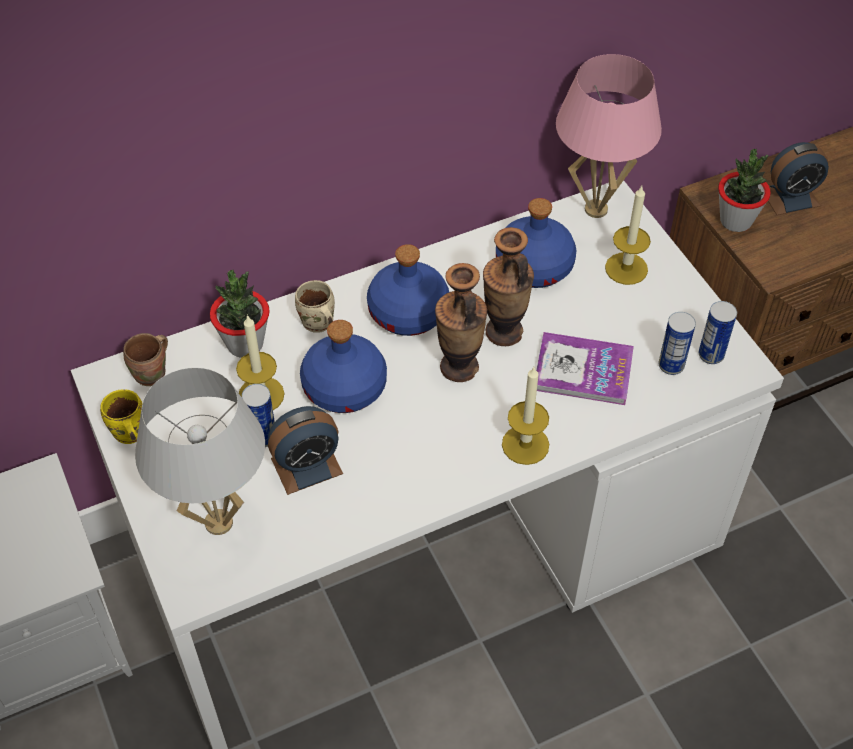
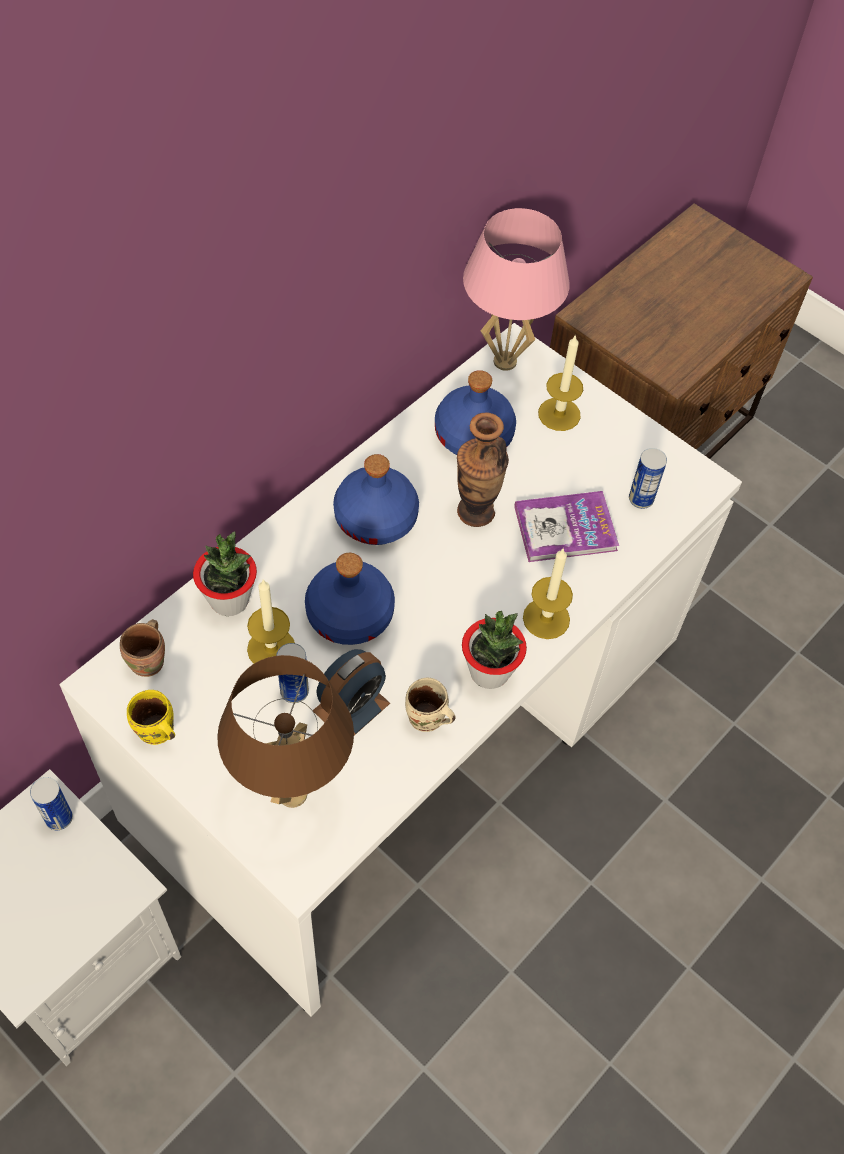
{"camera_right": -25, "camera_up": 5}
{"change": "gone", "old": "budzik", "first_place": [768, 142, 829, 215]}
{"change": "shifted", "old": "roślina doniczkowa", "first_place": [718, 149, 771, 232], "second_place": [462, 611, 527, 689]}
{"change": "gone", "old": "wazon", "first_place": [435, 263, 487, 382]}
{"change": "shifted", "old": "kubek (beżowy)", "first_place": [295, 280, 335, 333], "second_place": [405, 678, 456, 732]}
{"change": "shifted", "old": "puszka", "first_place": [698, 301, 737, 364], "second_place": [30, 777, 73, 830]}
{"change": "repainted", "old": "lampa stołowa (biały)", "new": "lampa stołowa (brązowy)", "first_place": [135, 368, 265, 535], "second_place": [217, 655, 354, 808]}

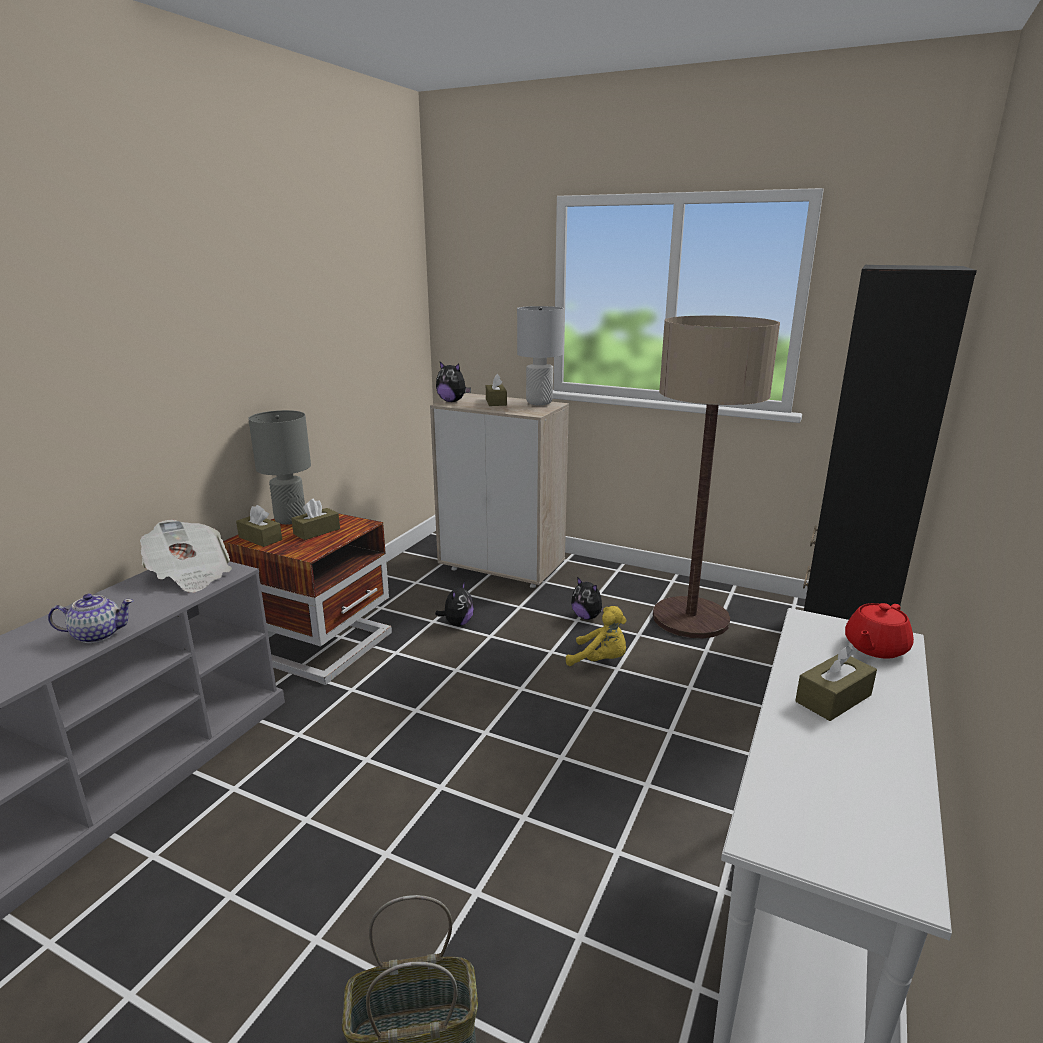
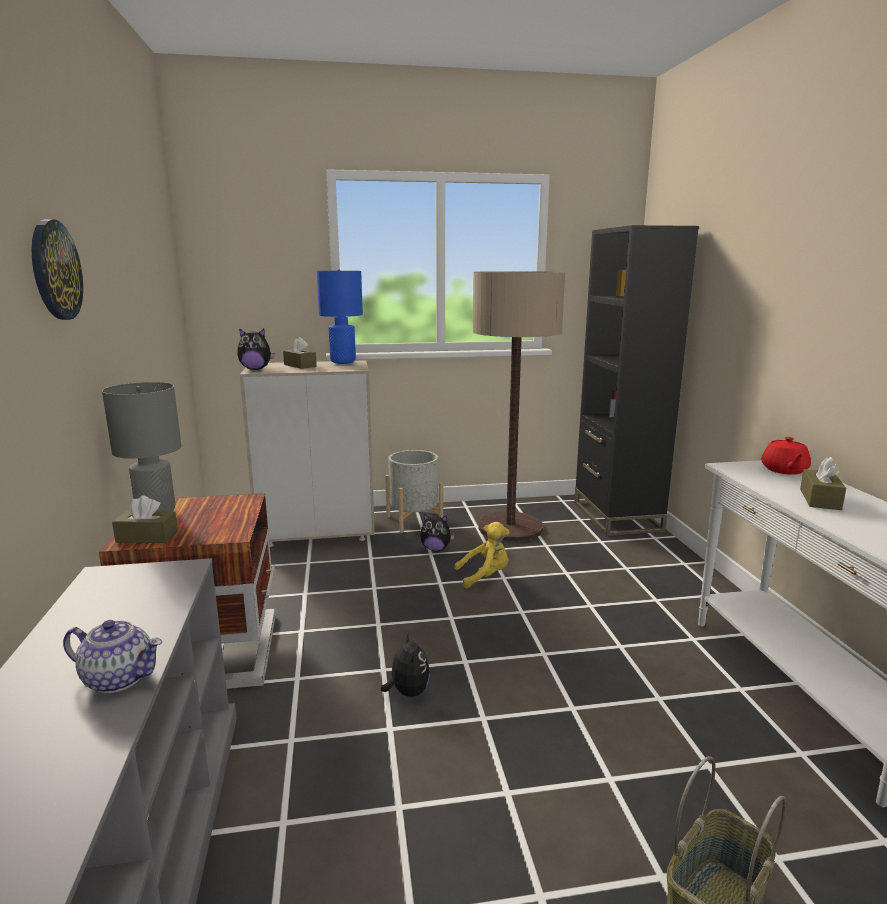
{"camera_right": -35, "camera_up": -5}
{"change": "repainted", "old": "lampa stołowa (szary)", "new": "lampa stołowa (niebieski)", "first_place": [517, 306, 564, 405], "second_place": [316, 269, 363, 364]}
{"change": "gone", "old": "pudełko chusteczek (brązowy)", "first_place": [291, 498, 340, 540]}
{"change": "gone", "old": "gazeta", "first_place": [140, 520, 232, 592]}
{"change": "shifted", "old": "pluszak", "first_place": [435, 582, 474, 626], "second_place": [381, 632, 430, 697]}
{"change": "rotated", "old": "imbryk", "first_place": [48, 594, 134, 643], "second_place": [63, 620, 162, 693], "degrees": 60}
{"change": "new", "new": "zegar ścienny", "second_place": [32, 219, 83, 320]}
{"change": "new", "new": "donica (szary)", "second_place": [385, 450, 443, 533]}

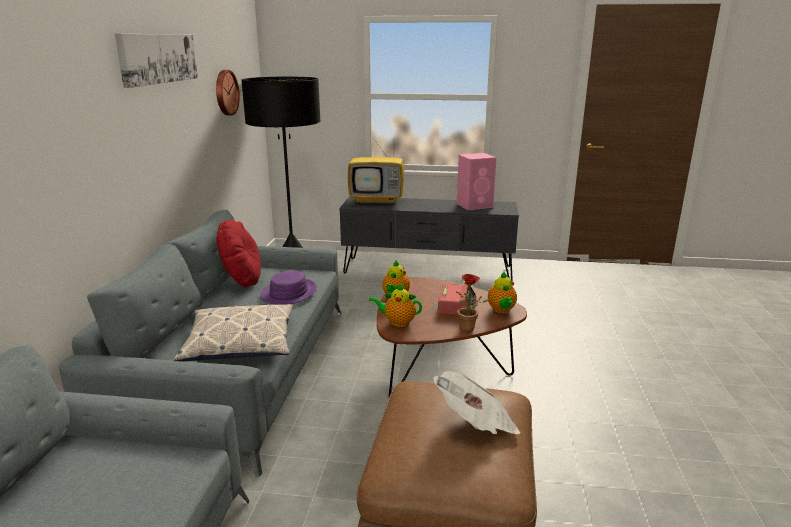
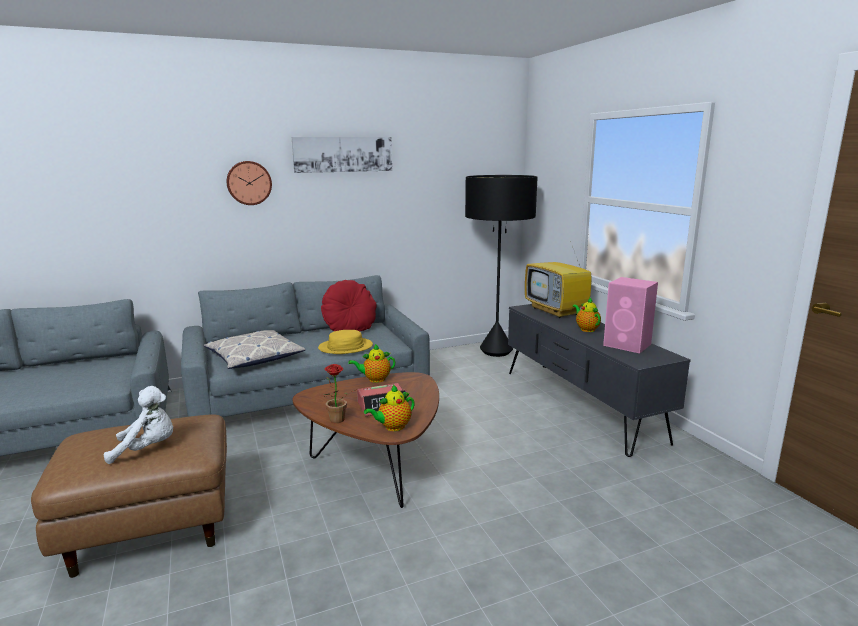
{"camera_right": 60, "camera_up": -5}
{"change": "shifted", "old": "zegar ścienny", "first_place": [216, 70, 240, 116], "second_place": [226, 161, 272, 205]}
{"change": "repainted", "old": "kapelusz (fioletowy)", "new": "kapelusz (żółty)", "first_place": [260, 270, 317, 305], "second_place": [318, 330, 373, 354]}
{"change": "shifted", "old": "imbryk", "first_place": [369, 283, 422, 327], "second_place": [573, 298, 601, 332]}
{"change": "swapped", "old": "gazeta", "new": "pluszak (biały)", "first_place": [433, 371, 520, 434], "second_place": [103, 386, 173, 464]}

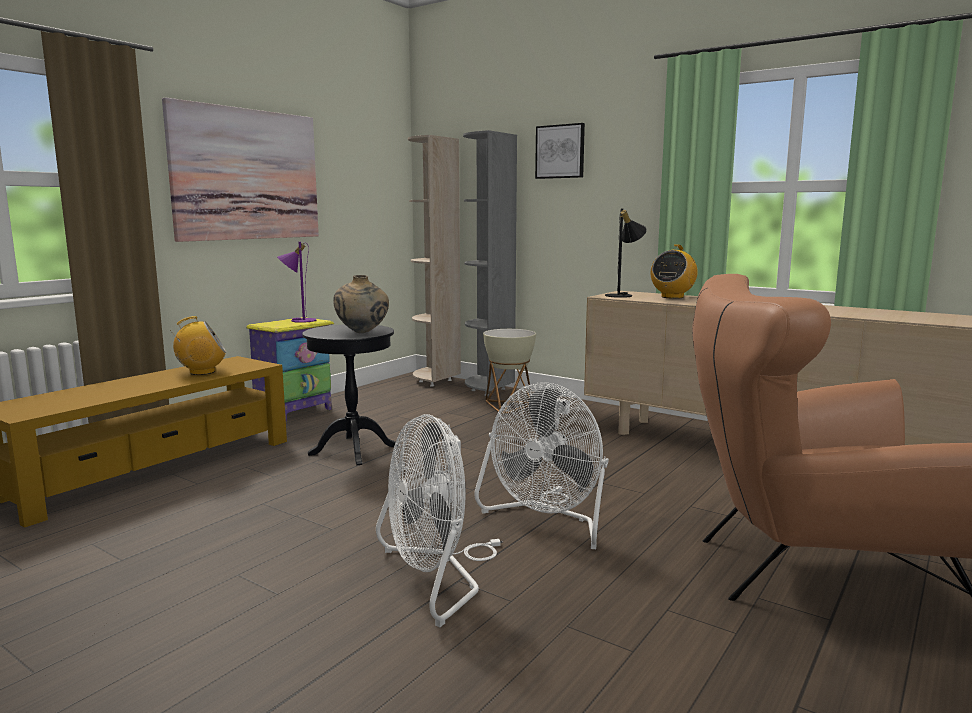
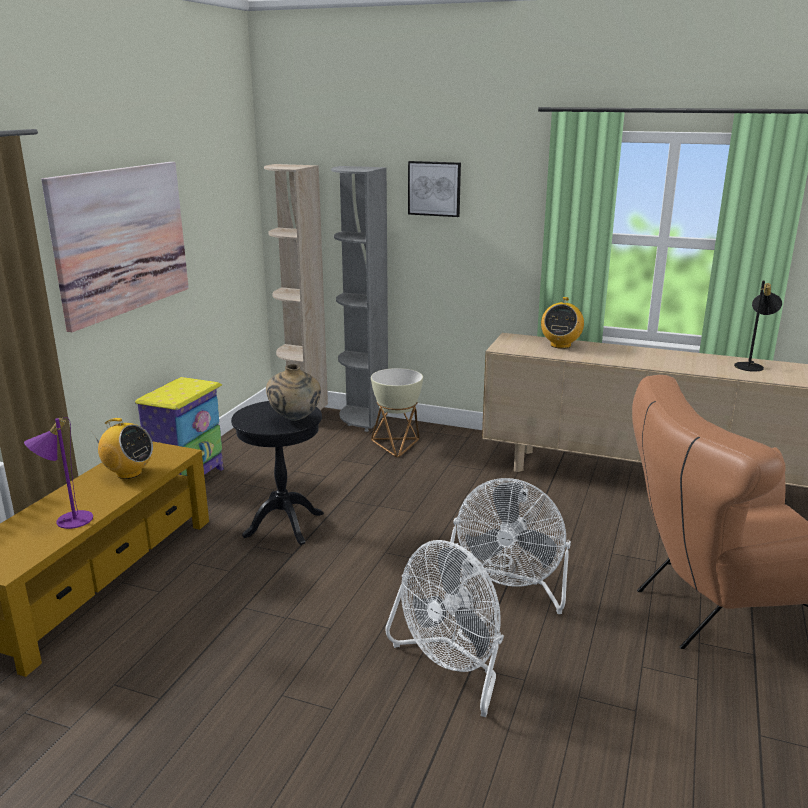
{"camera_right": -15, "camera_up": 10}
{"change": "shifted", "old": "lampa stołowa (czarny)", "first_place": [605, 209, 647, 298], "second_place": [734, 281, 782, 372]}
{"change": "shifted", "old": "lampa stołowa (fioletowy)", "first_place": [277, 242, 317, 323], "second_place": [24, 417, 93, 529]}
{"change": "rotated", "old": "radio", "first_place": [170, 316, 226, 375], "second_place": [93, 418, 153, 479], "degrees": 60}

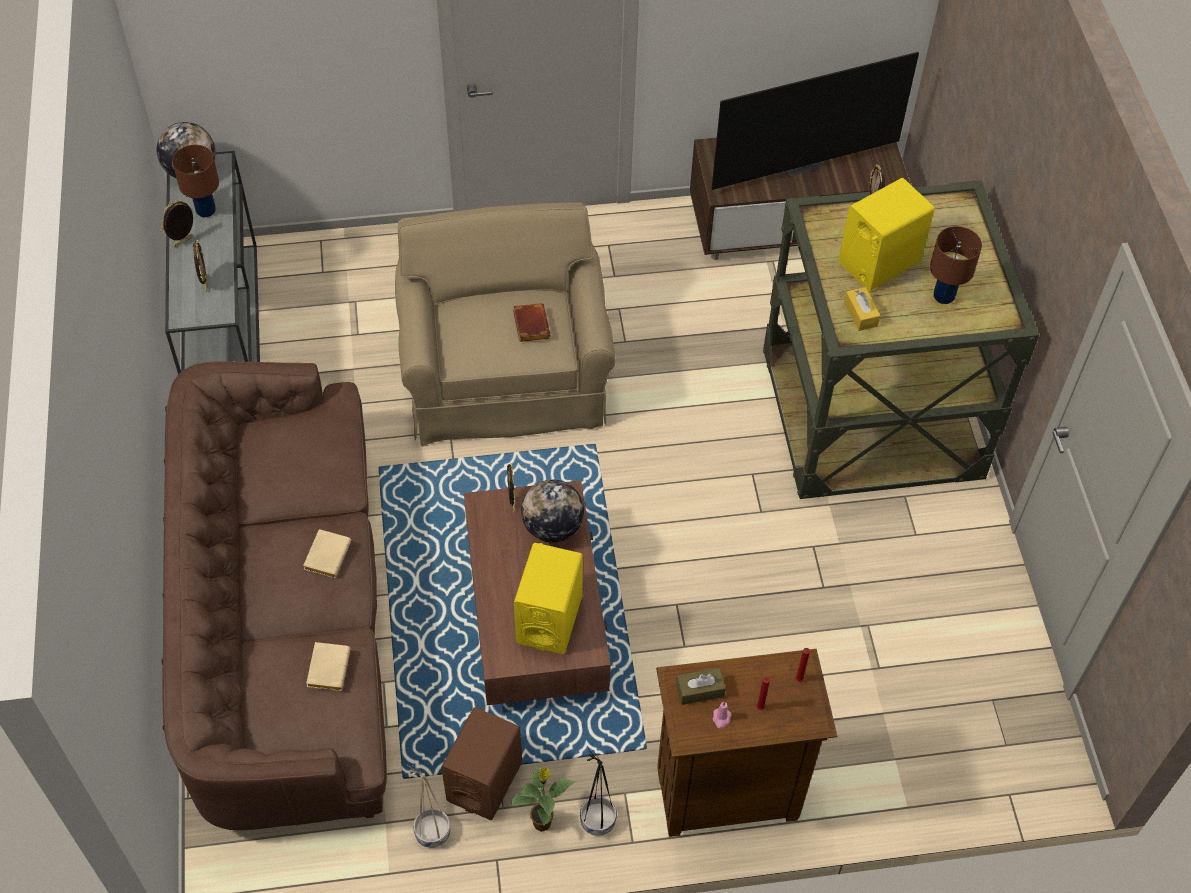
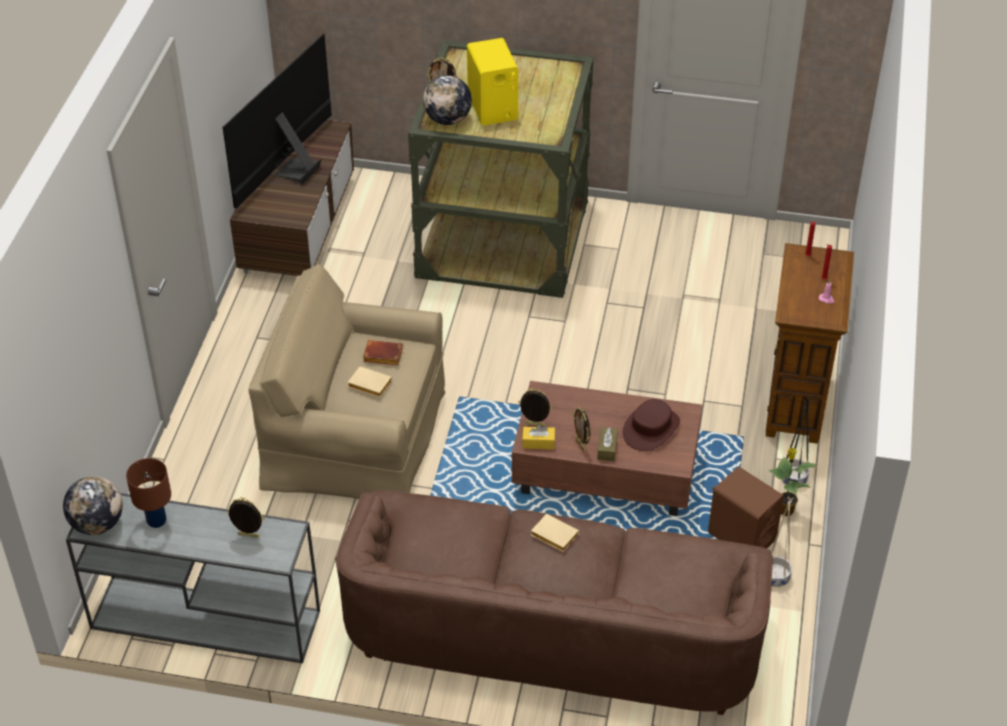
{"camera_right": -70, "camera_up": -10}
{"change": "rotated", "old": "telewizor", "first_place": [712, 52, 919, 190], "second_place": [223, 34, 332, 209], "degrees": -150}
{"change": "shifted", "old": "ramka na zdjęcie", "first_place": [161, 200, 194, 247], "second_place": [573, 407, 590, 452]}
{"change": "gone", "old": "lampa stołowa (brązowy)", "first_place": [930, 226, 982, 304]}
{"change": "shifted", "old": "pudełko chusteczek (żółty)", "first_place": [844, 287, 880, 331], "second_place": [522, 425, 555, 449]}
{"change": "shifted", "old": "globus", "first_place": [521, 480, 584, 543], "second_place": [423, 75, 472, 125]}
{"change": "swapped", "old": "głośnik (żółty)", "new": "kapelusz (brązowy)", "first_place": [514, 543, 583, 654], "second_place": [623, 399, 680, 451]}
{"change": "shifted", "old": "książka (beżowy)", "first_place": [306, 642, 350, 691], "second_place": [347, 366, 392, 397]}
{"change": "shifted", "old": "pudełko chusteczek (brązowy)", "first_place": [676, 668, 726, 705], "second_place": [597, 427, 618, 461]}

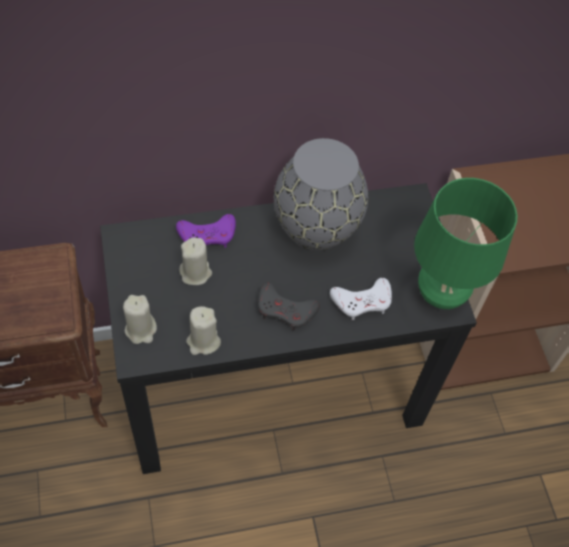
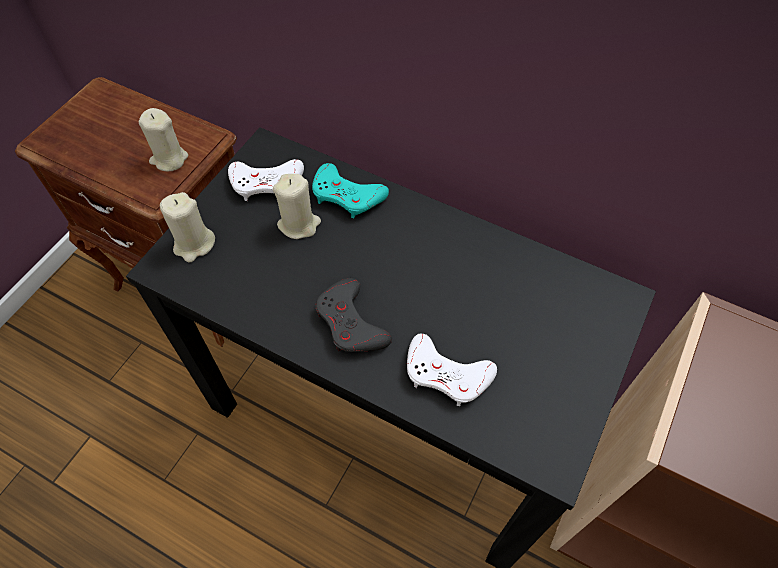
{"camera_right": 45, "camera_up": 0}
{"change": "gone", "old": "wazon (szary)", "first_place": [274, 138, 368, 251]}
{"change": "gone", "old": "lampa stołowa (zielony)", "first_place": [414, 178, 517, 309]}
{"change": "repainted", "old": "pad do gier (fioletowy)", "new": "pad do gier (turkusowy)", "first_place": [176, 214, 236, 248], "second_place": [312, 163, 389, 218]}
{"change": "shifted", "old": "świeca (beżowy)", "first_place": [186, 306, 221, 355], "second_place": [138, 108, 188, 172]}
{"change": "new", "new": "pad do gier (biały)", "second_place": [228, 159, 304, 201]}

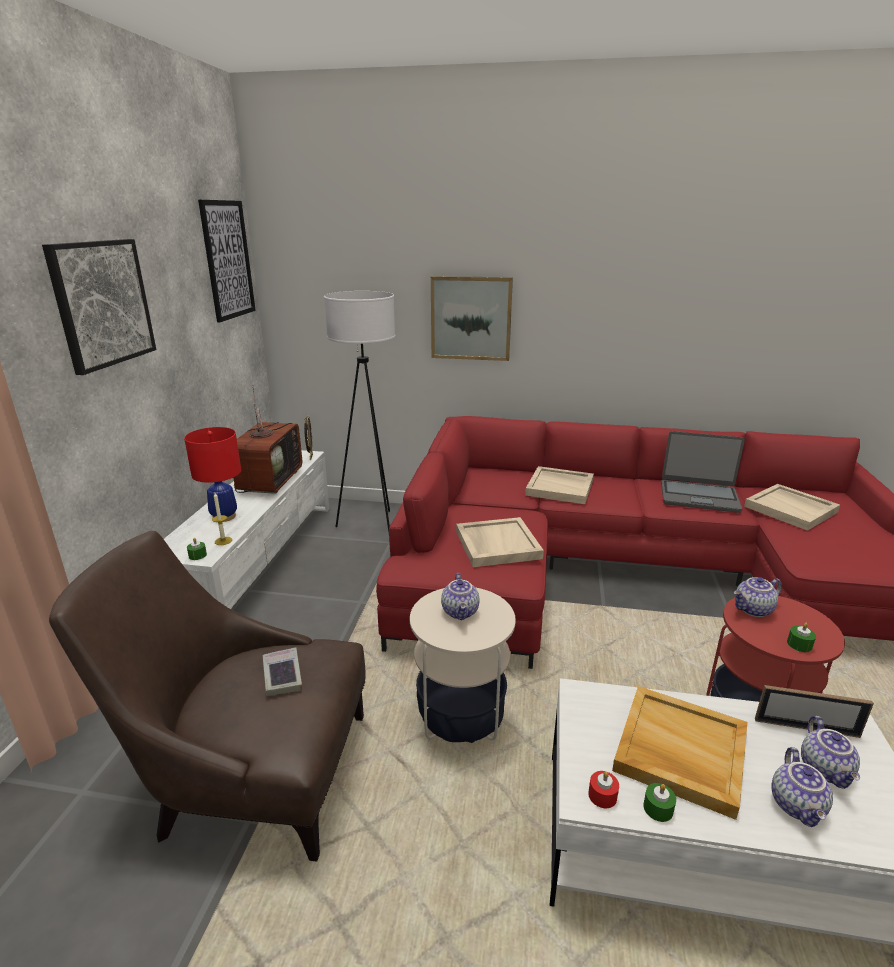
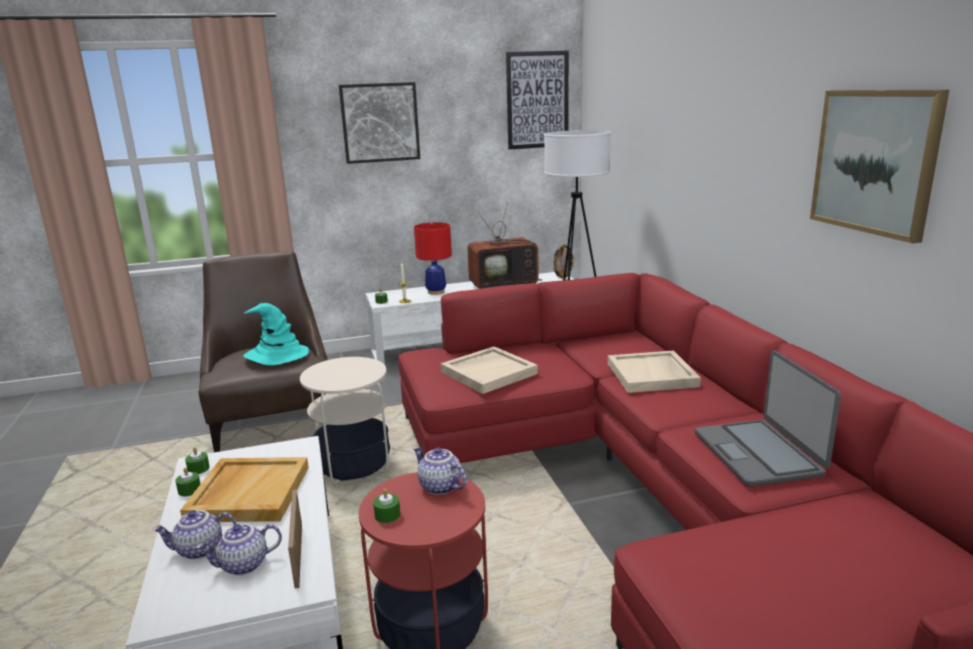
{"camera_right": 65, "camera_up": -5}
{"change": "shifted", "old": "obraz", "first_place": [431, 276, 513, 361], "second_place": [810, 90, 949, 243]}
{"change": "gone", "old": "taca (beżowy)", "first_place": [744, 484, 840, 531]}
{"change": "gone", "old": "imbryk", "first_place": [441, 573, 479, 620]}
{"change": "swapped", "old": "książka", "new": "kapelusz (turkusowy)", "first_place": [263, 647, 302, 696], "second_place": [243, 303, 309, 366]}
{"change": "repainted", "old": "świeca (czerwony)", "new": "świeca (zielony)", "first_place": [588, 771, 619, 808], "second_place": [185, 447, 210, 474]}

